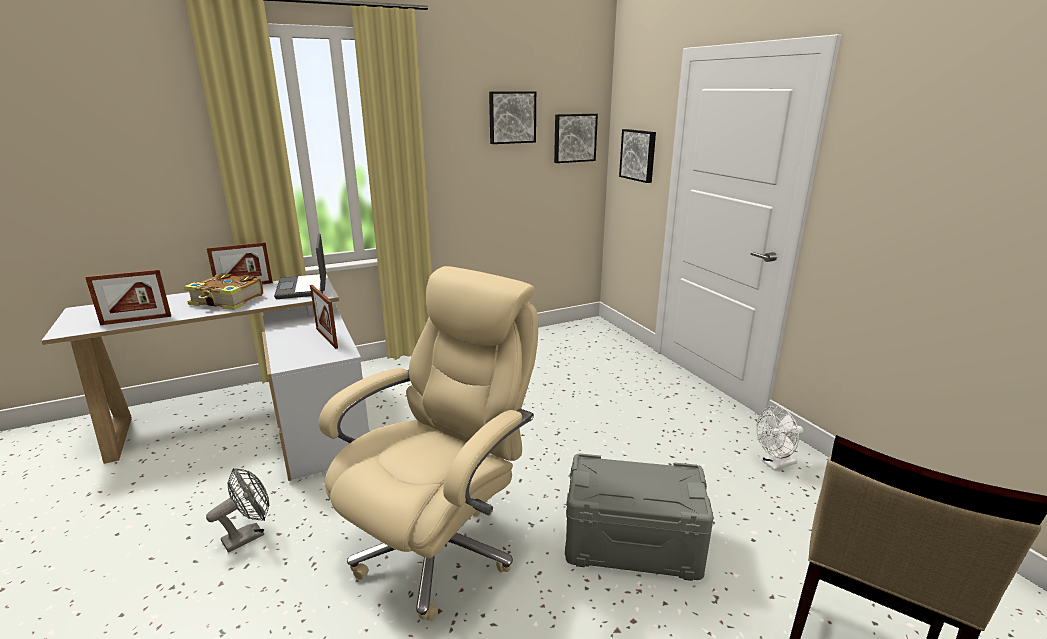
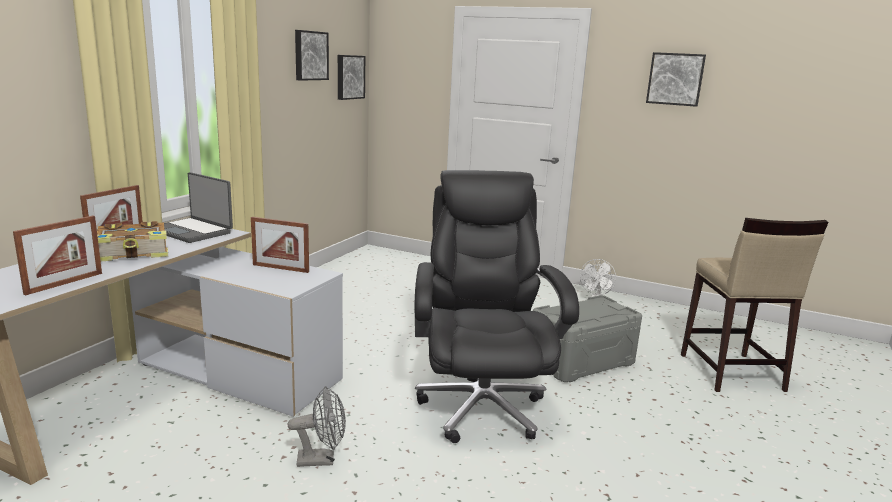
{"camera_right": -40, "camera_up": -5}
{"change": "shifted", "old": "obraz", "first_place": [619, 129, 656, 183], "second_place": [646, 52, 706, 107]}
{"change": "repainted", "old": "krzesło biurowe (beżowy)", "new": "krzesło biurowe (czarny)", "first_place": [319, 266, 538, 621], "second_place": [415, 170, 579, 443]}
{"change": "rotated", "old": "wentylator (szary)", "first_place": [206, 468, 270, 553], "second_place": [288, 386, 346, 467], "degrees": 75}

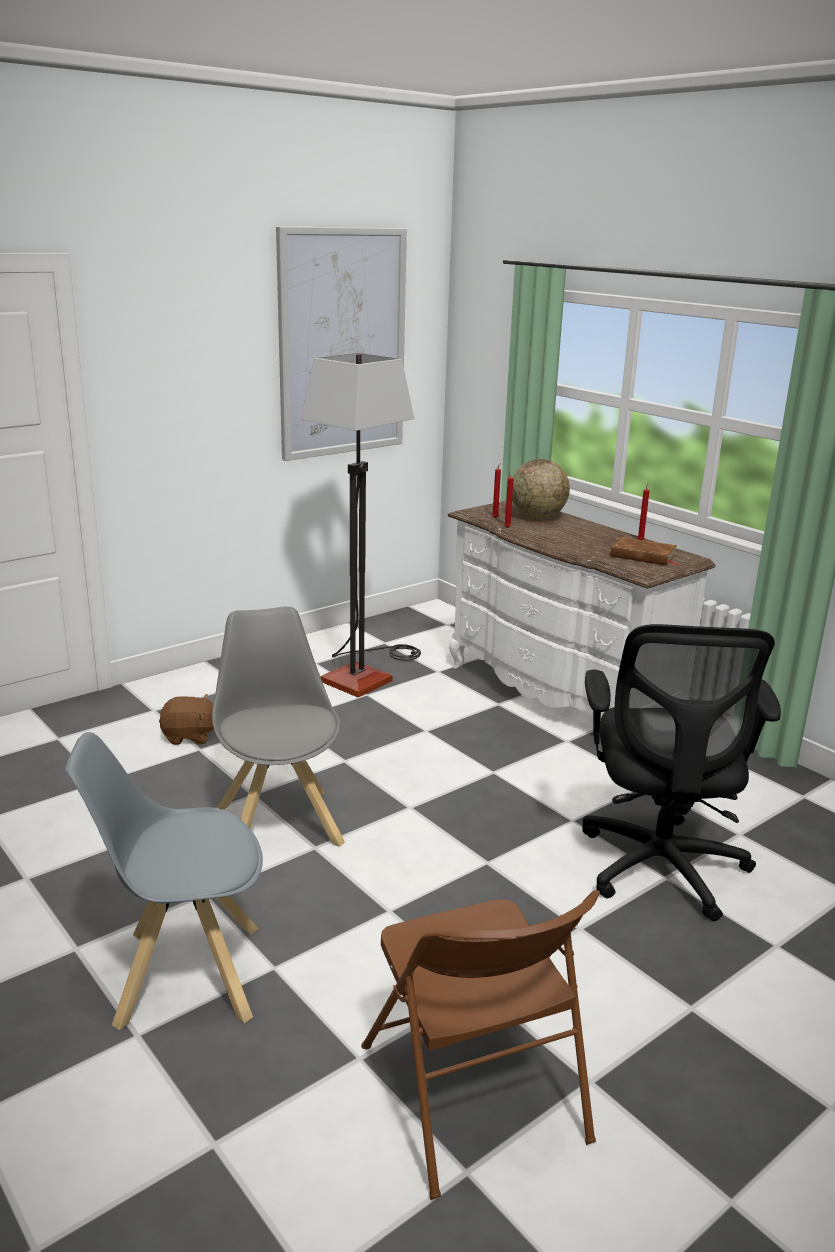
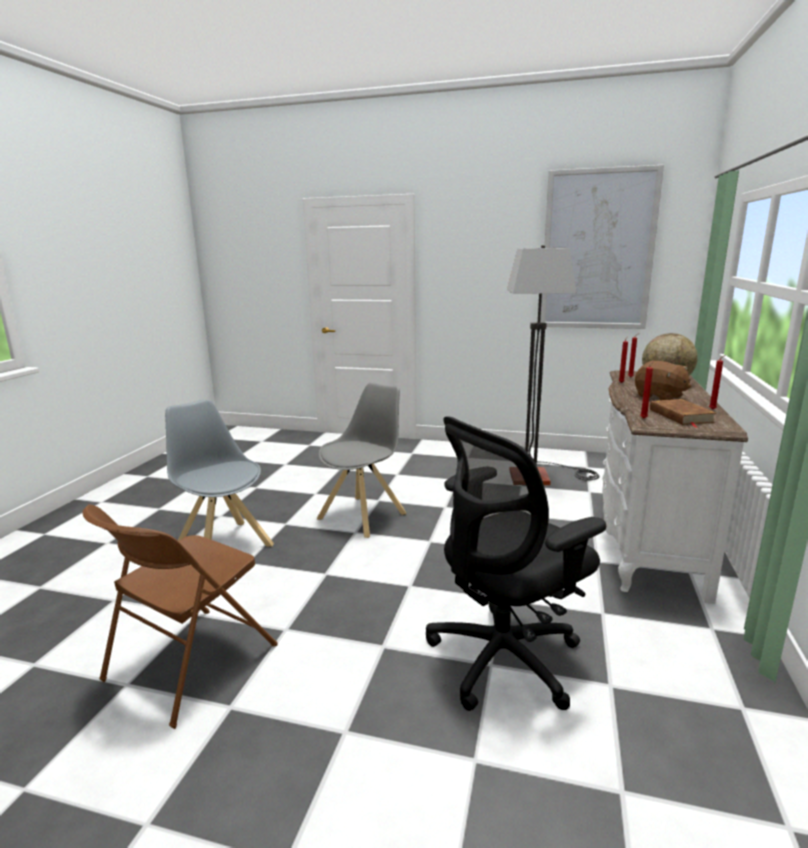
{"camera_right": 55, "camera_up": -5}
{"change": "shifted", "old": "pluszak (brązowy)", "first_place": [159, 694, 214, 745], "second_place": [635, 361, 691, 400]}
{"change": "new", "new": "świeca (czerwony)", "second_place": [640, 361, 654, 419]}

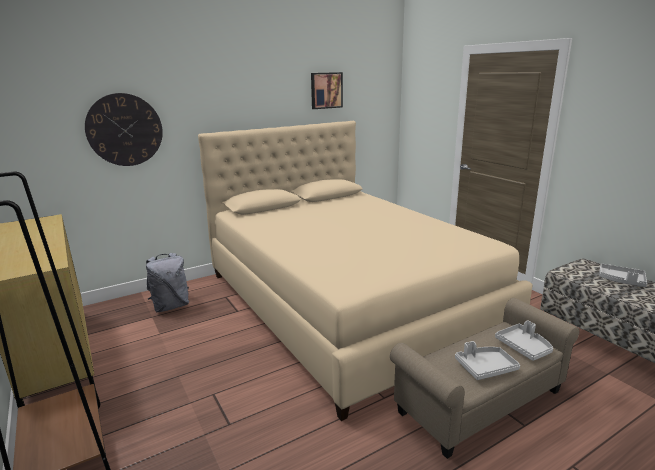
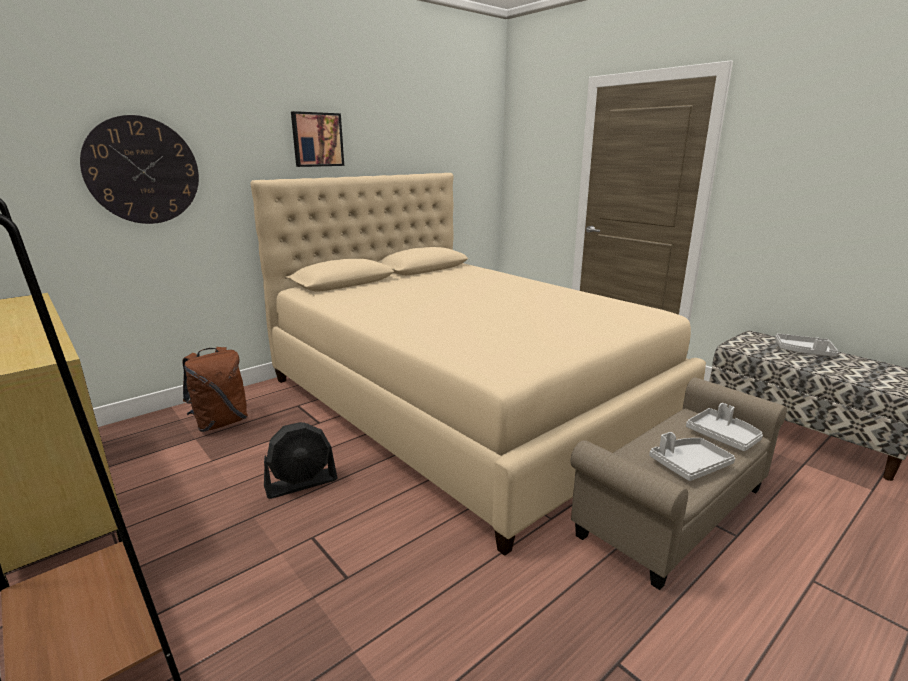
{"camera_right": -10, "camera_up": 0}
{"change": "shifted", "old": "obraz", "first_place": [311, 72, 343, 109], "second_place": [291, 111, 344, 167]}
{"change": "repainted", "old": "plecak (szary)", "new": "plecak (brązowy)", "first_place": [146, 253, 189, 312], "second_place": [183, 347, 248, 432]}
{"change": "new", "new": "wentylator (czarny)", "second_place": [264, 422, 337, 499]}

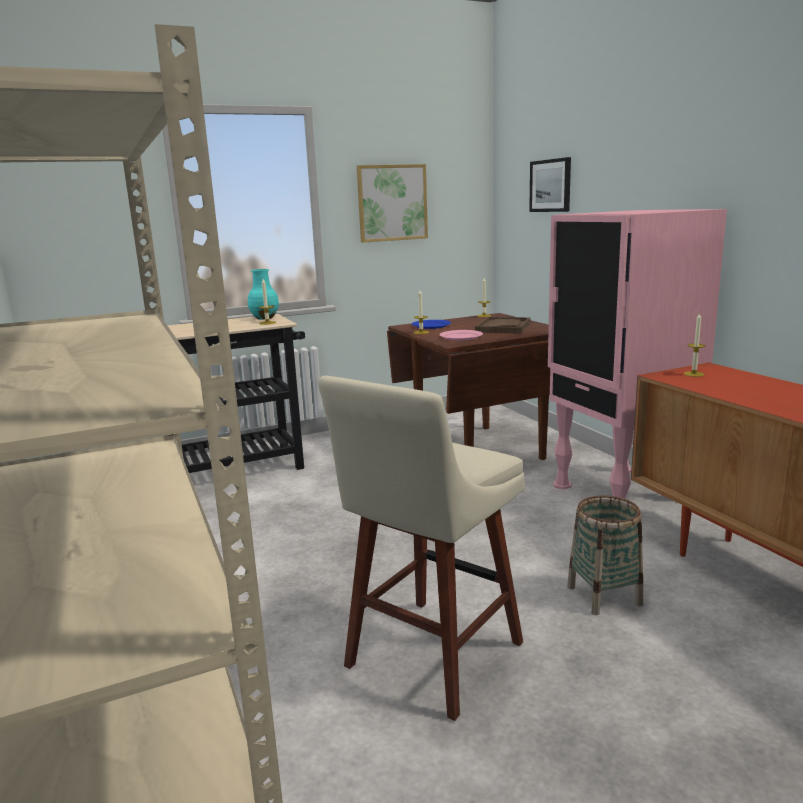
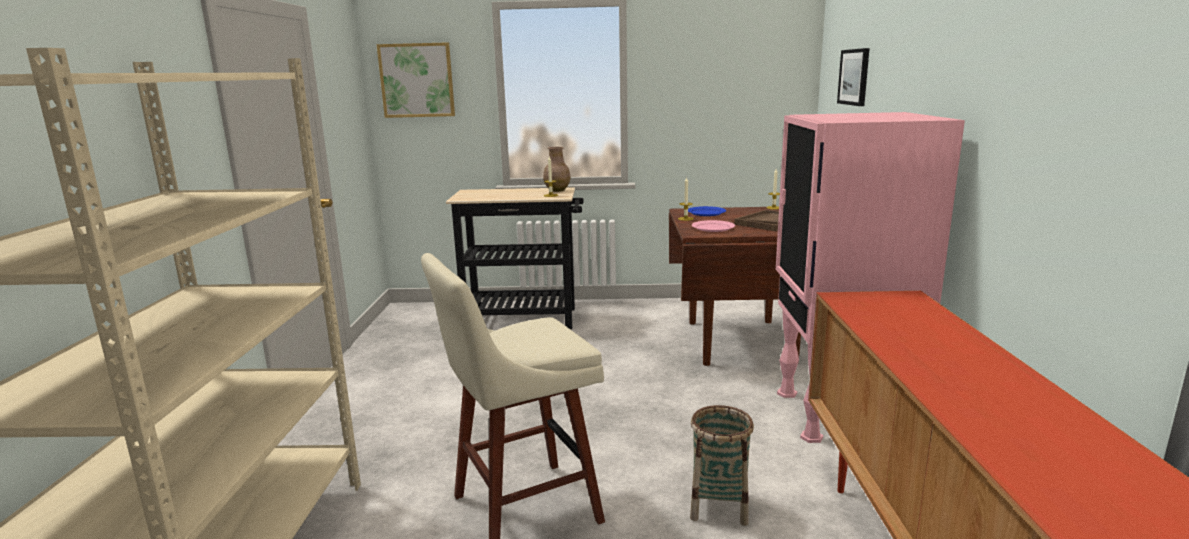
{"camera_right": 25, "camera_up": 0}
{"change": "shifted", "old": "obraz", "first_place": [357, 164, 428, 243], "second_place": [377, 42, 455, 118]}
{"change": "repainted", "old": "wazon (turkusowy)", "new": "wazon (brązowy)", "first_place": [248, 269, 279, 319], "second_place": [543, 147, 571, 192]}
{"change": "gone", "old": "świeca", "first_place": [684, 312, 705, 377]}

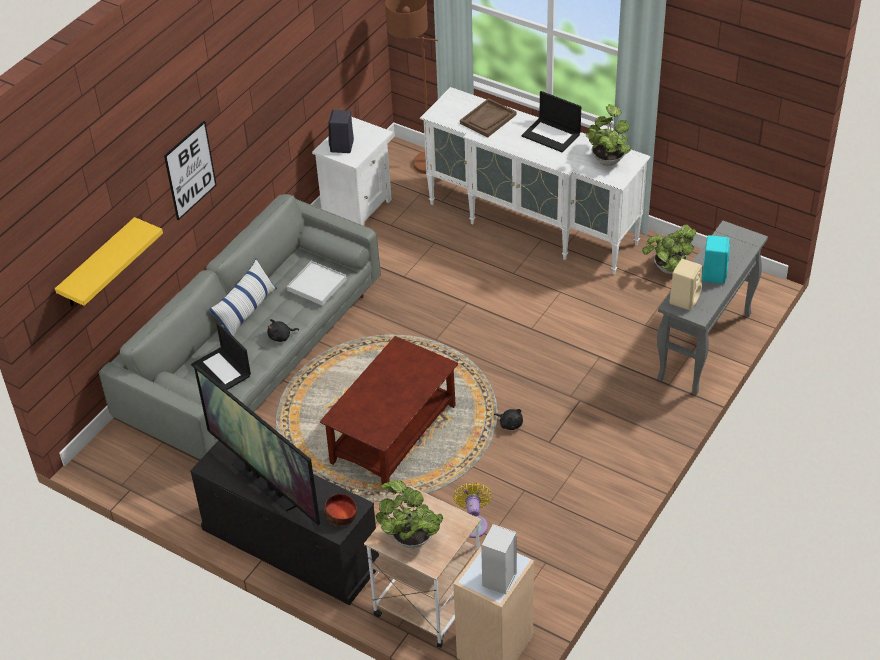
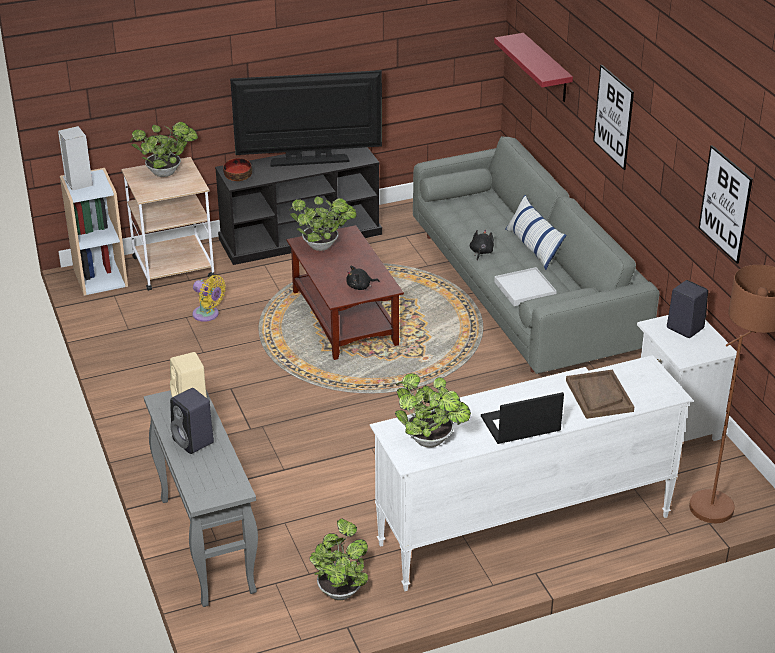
{"camera_right": 125, "camera_up": -10}
{"change": "repainted", "old": "półka (żółty)", "new": "półka (czerwony)", "first_place": [55, 217, 163, 306], "second_place": [494, 33, 573, 102]}
{"change": "repainted", "old": "głośnik (turkusowy)", "new": "głośnik (czarny)", "first_place": [702, 235, 730, 284], "second_place": [170, 388, 214, 454]}
{"change": "gone", "old": "laptop", "first_place": [191, 322, 251, 390]}
{"change": "shifted", "old": "pluszak (czarny)", "first_place": [494, 409, 523, 430], "second_place": [346, 266, 380, 290]}
{"change": "new", "new": "obraz", "second_place": [699, 145, 753, 264]}
{"change": "new", "new": "roślina doniczkowa", "second_place": [289, 196, 357, 251]}

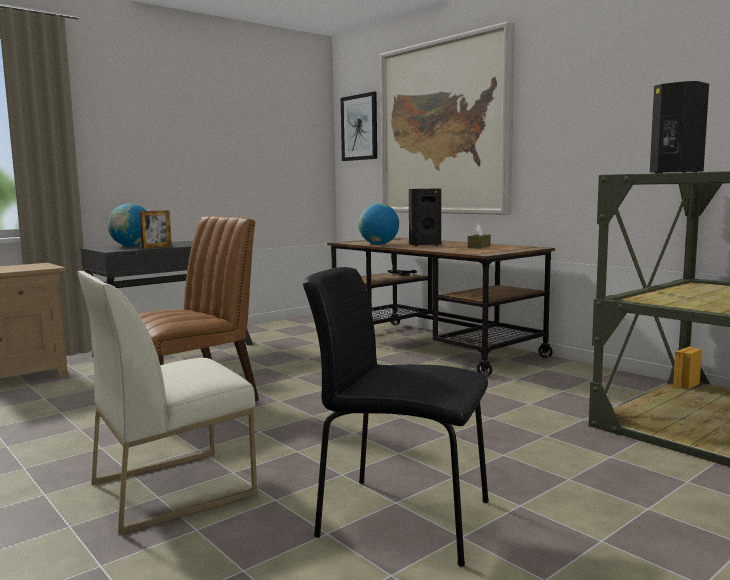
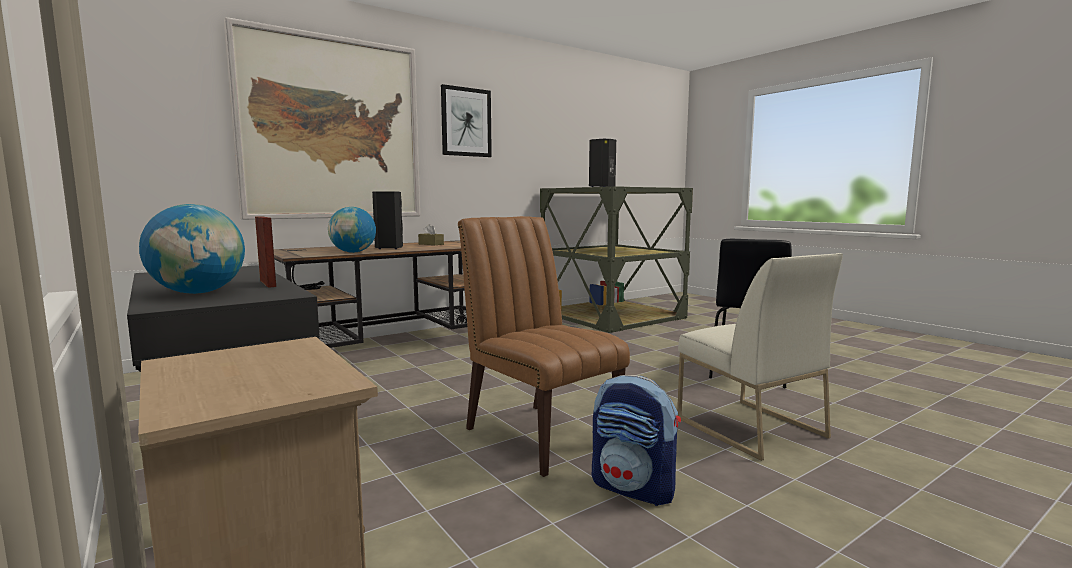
{"camera_right": -85, "camera_up": 0}
{"change": "shifted", "old": "obraz", "first_place": [341, 92, 377, 161], "second_place": [441, 84, 492, 157]}
{"change": "new", "new": "plecak", "second_place": [592, 375, 681, 506]}

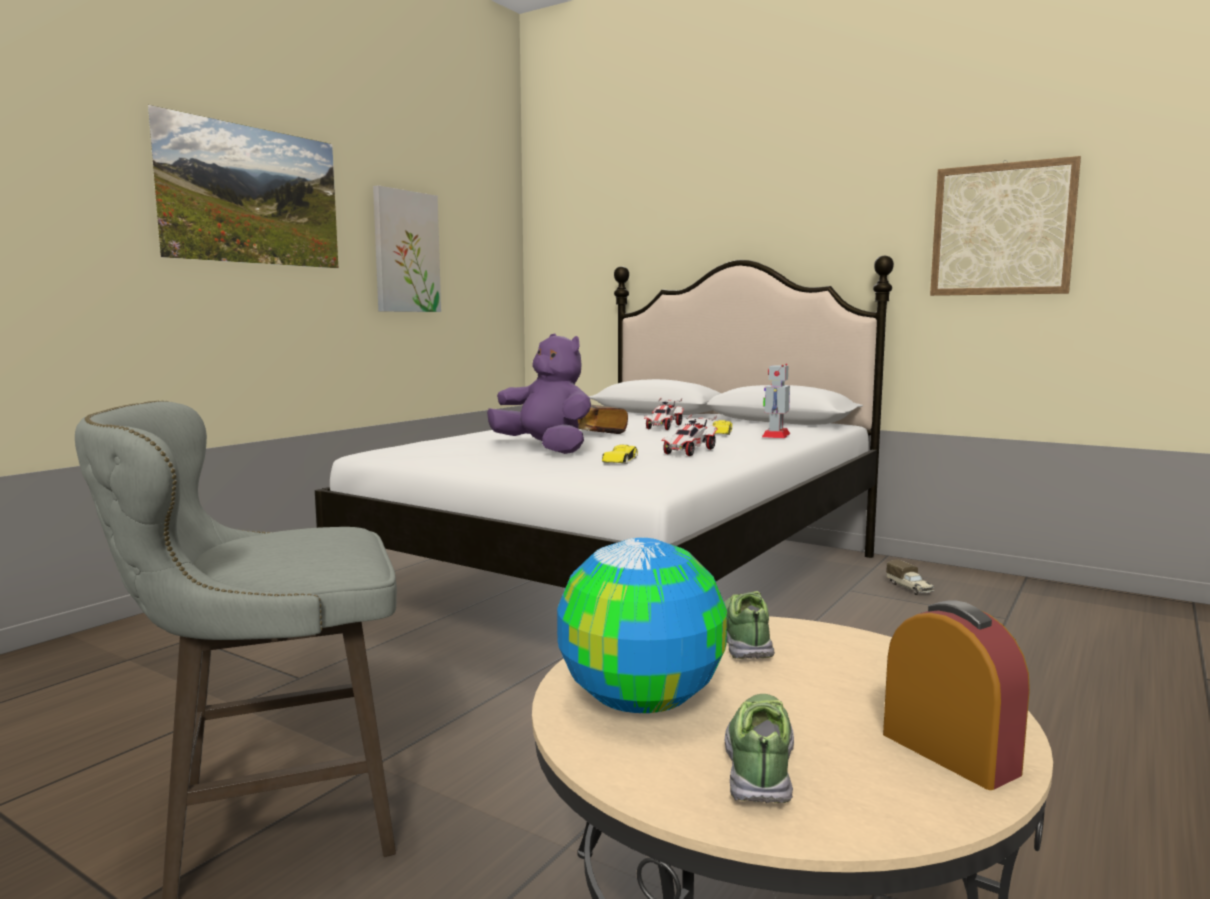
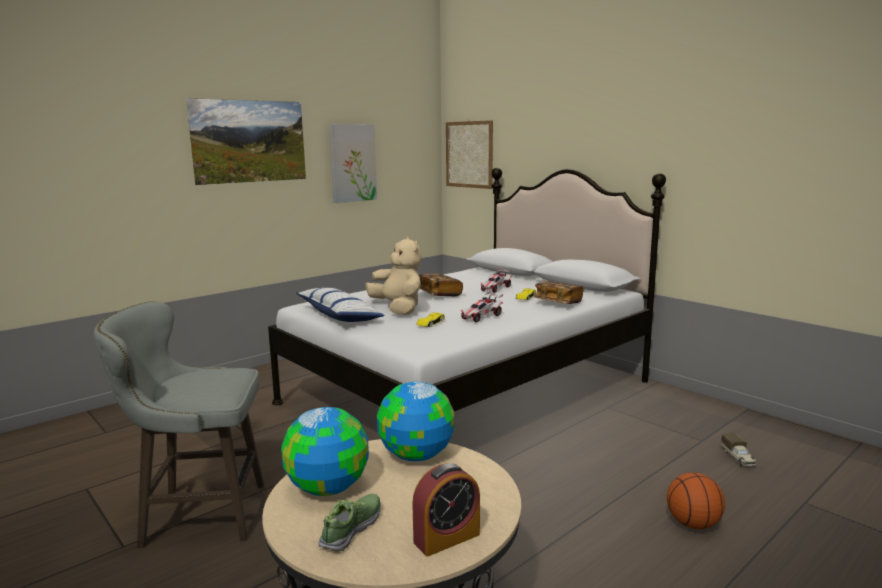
{"camera_right": 15, "camera_up": 5}
{"change": "shifted", "old": "obraz", "first_place": [930, 156, 1081, 296], "second_place": [446, 120, 493, 189]}
{"change": "repainted", "old": "pluszak (fioletowy)", "new": "pluszak (beżowy)", "first_place": [487, 333, 591, 454], "second_place": [365, 237, 421, 315]}
{"change": "swapped", "old": "robot zabawkowy", "new": "książka", "first_place": [762, 364, 790, 438], "second_place": [534, 281, 584, 304]}
{"change": "shifted", "old": "ciężarówka zabawkowa", "first_place": [886, 560, 934, 595], "second_place": [721, 432, 757, 466]}
{"change": "swapped", "old": "but", "new": "globus", "first_place": [724, 591, 775, 659], "second_place": [377, 382, 454, 461]}
{"change": "rotated", "old": "budzik", "first_place": [883, 600, 1030, 790], "second_place": [412, 463, 480, 557], "degrees": 75}
{"change": "new", "new": "poduszka", "second_place": [296, 288, 385, 322]}
{"change": "new", "new": "piłka do koszykówki", "second_place": [667, 472, 725, 529]}

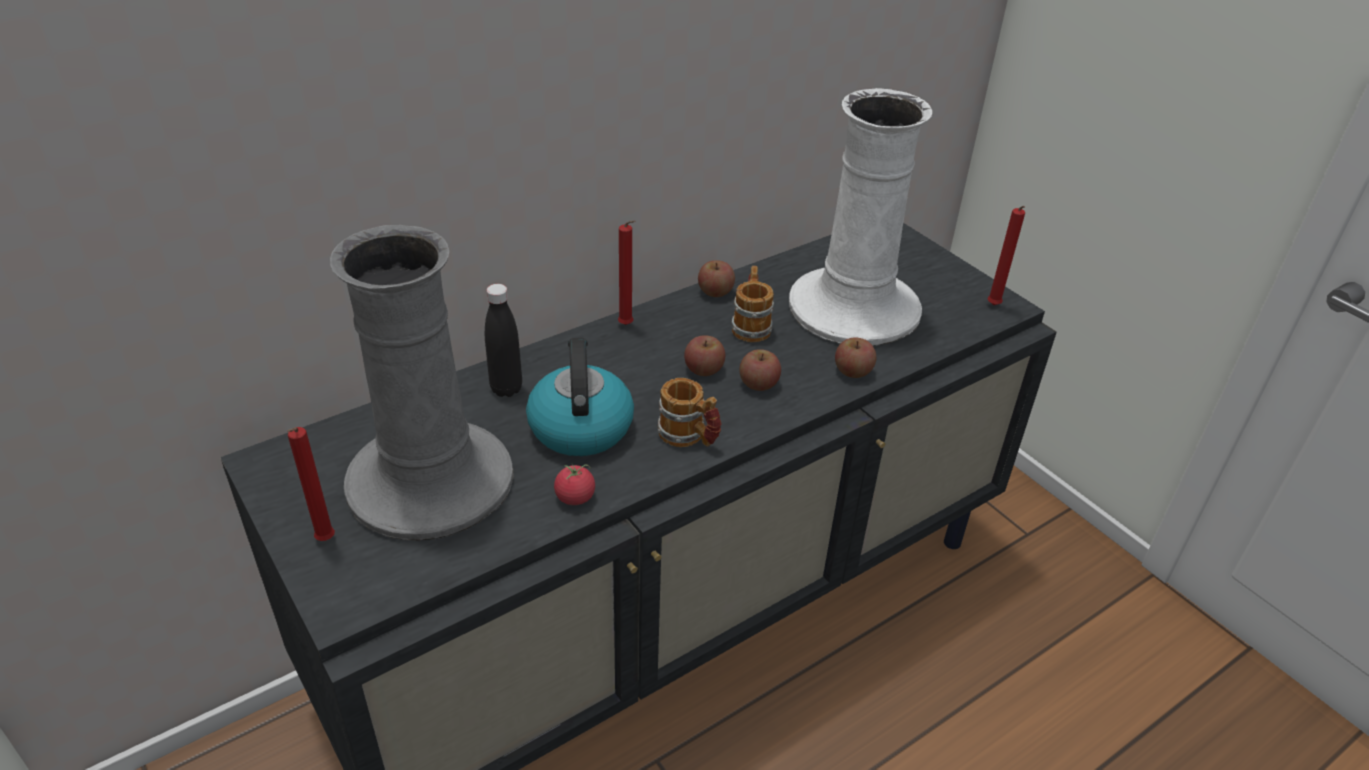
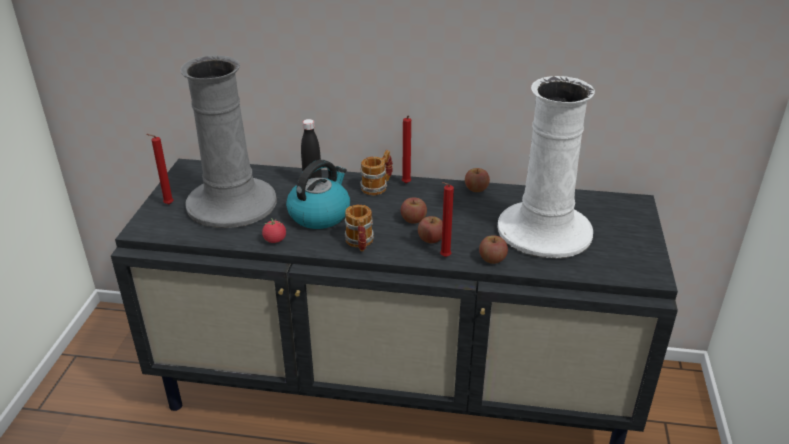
{"camera_right": 45, "camera_up": -5}
{"change": "shifted", "old": "świeca (czerwony)", "first_place": [987, 206, 1026, 305], "second_place": [440, 182, 454, 257]}
{"change": "shifted", "old": "kubek", "first_place": [731, 266, 774, 342], "second_place": [360, 150, 393, 195]}

